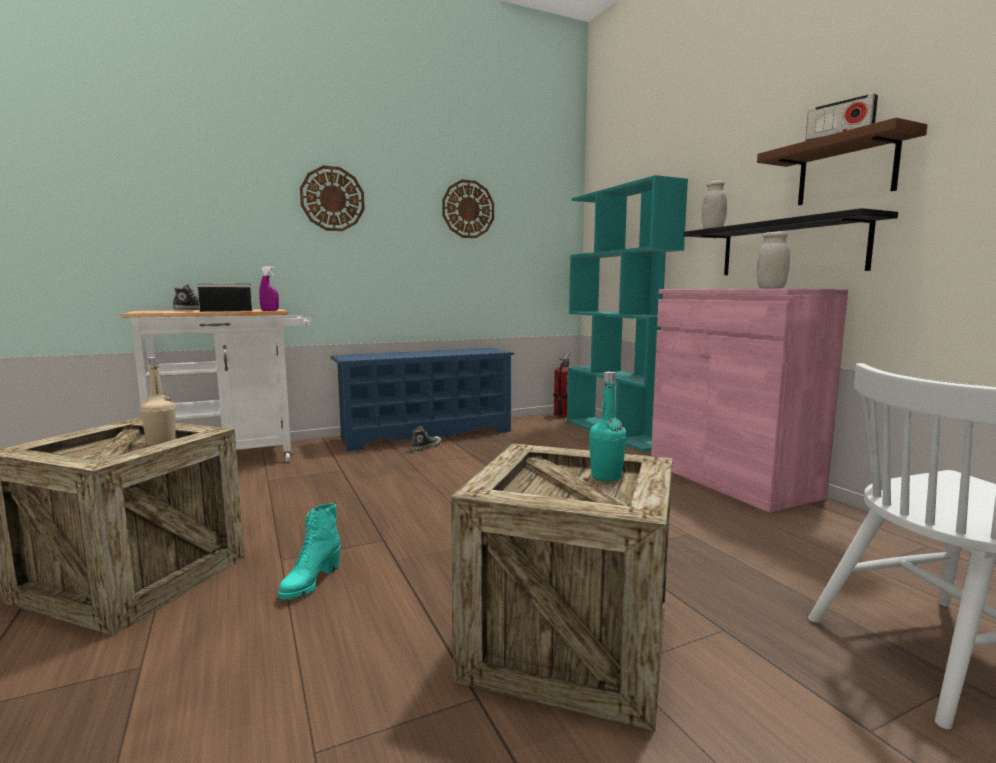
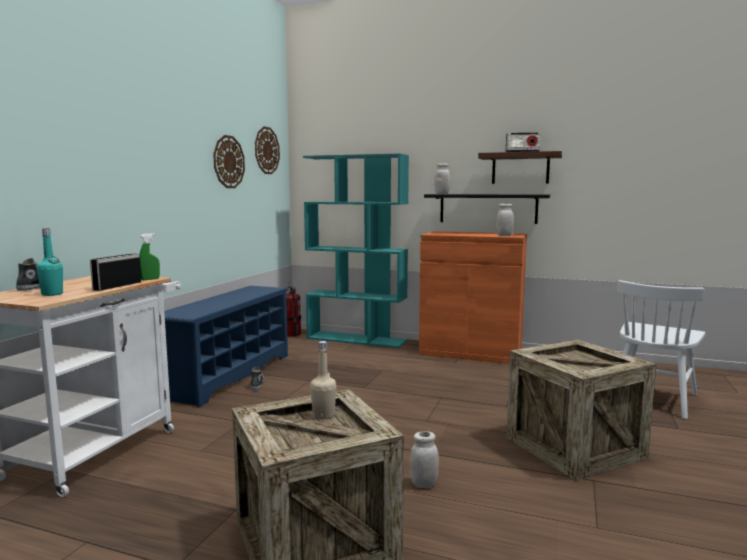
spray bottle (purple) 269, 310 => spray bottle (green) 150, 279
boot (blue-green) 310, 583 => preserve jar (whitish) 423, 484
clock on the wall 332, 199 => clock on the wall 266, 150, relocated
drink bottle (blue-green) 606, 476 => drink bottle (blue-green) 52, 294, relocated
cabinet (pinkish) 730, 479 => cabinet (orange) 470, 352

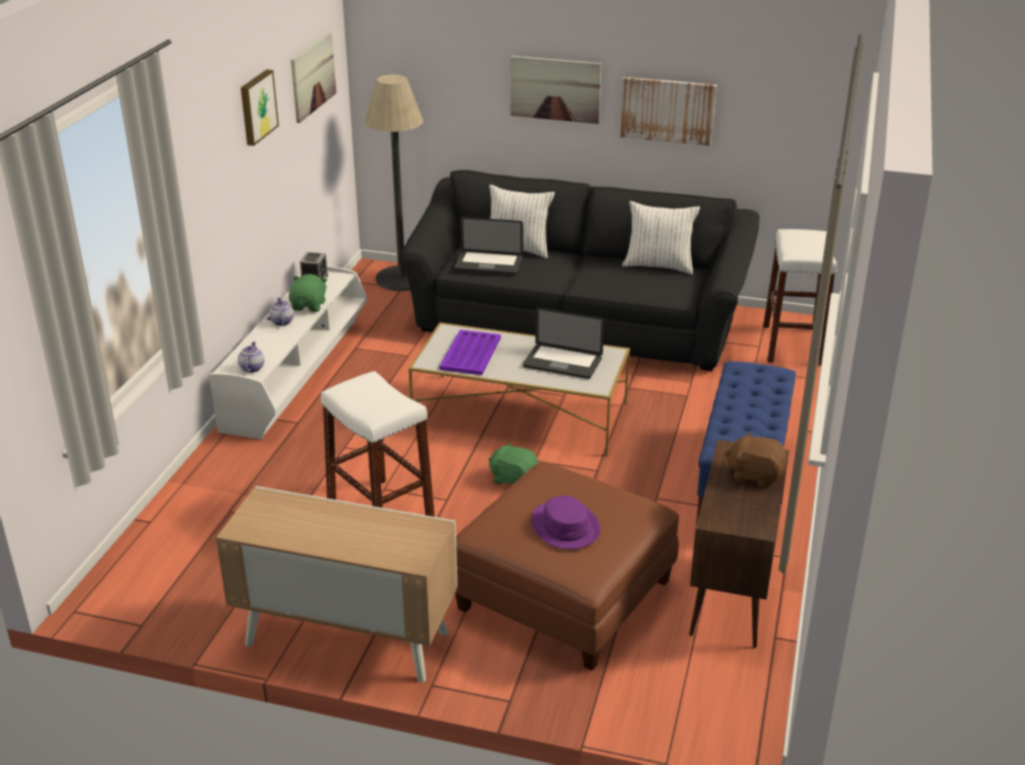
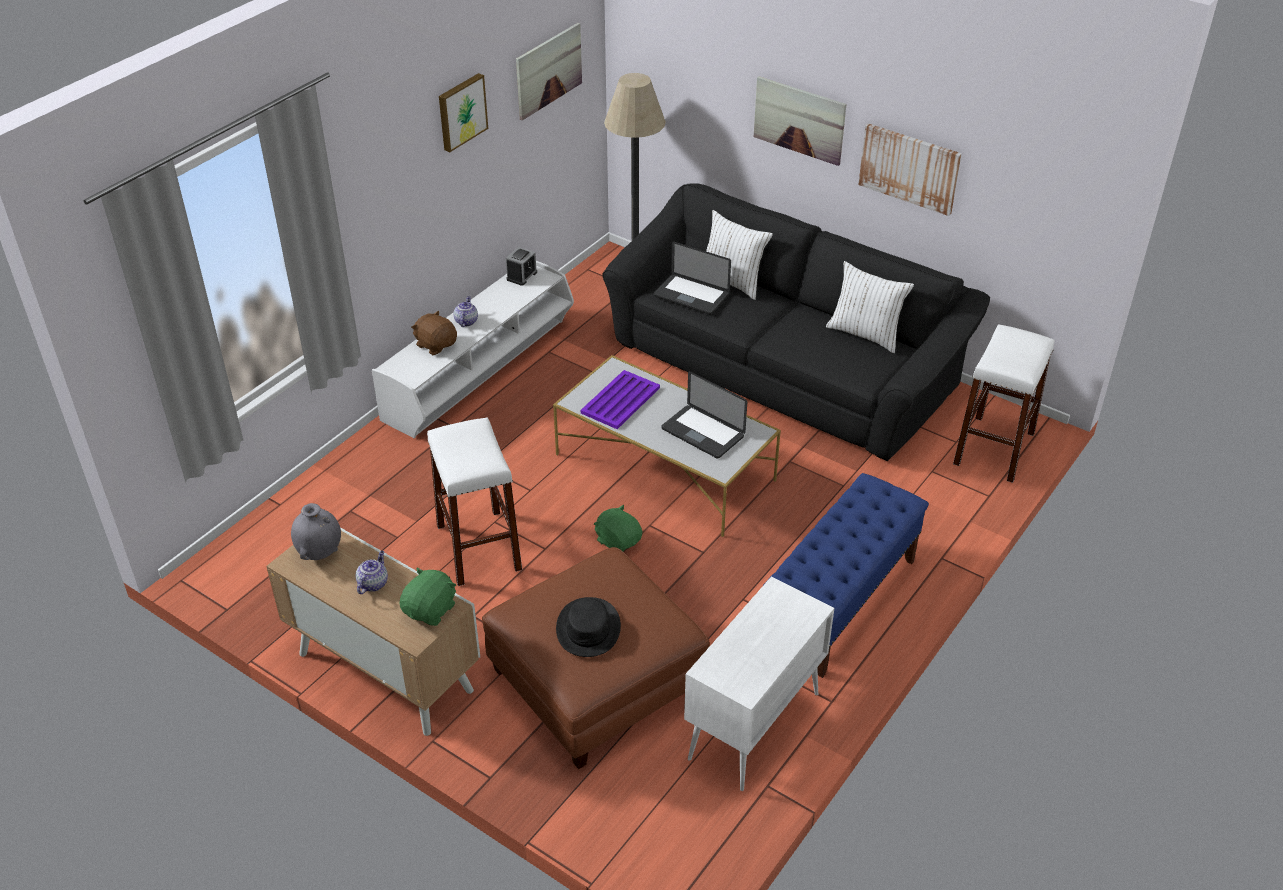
pot for tea 251, 368 => pot for tea 373, 583, relocated
soft toy (green) 309, 306 => soft toy (green) 430, 610, relocated
hat (purple) 565, 526 => hat (black) 588, 628
cabinet (brown-coloured) 731, 594 => cabinet (whitish) 753, 727
soft toy (brown-coloured) 755, 475 => soft toy (brown-coloured) 436, 345, relocated
nothing => vase (greyish) 320, 552

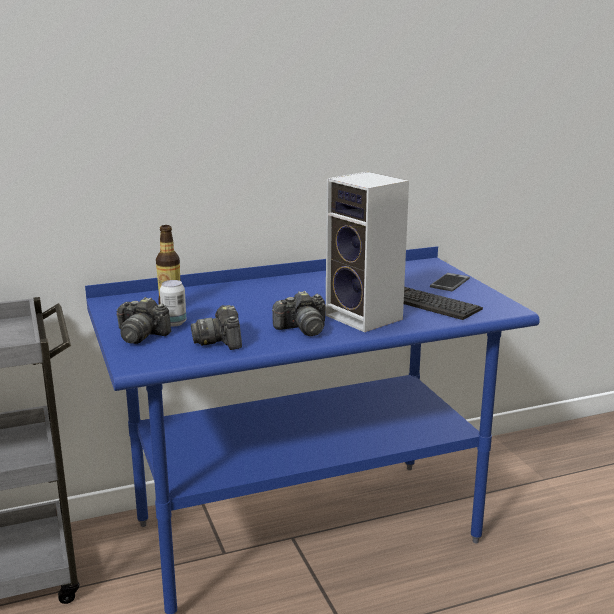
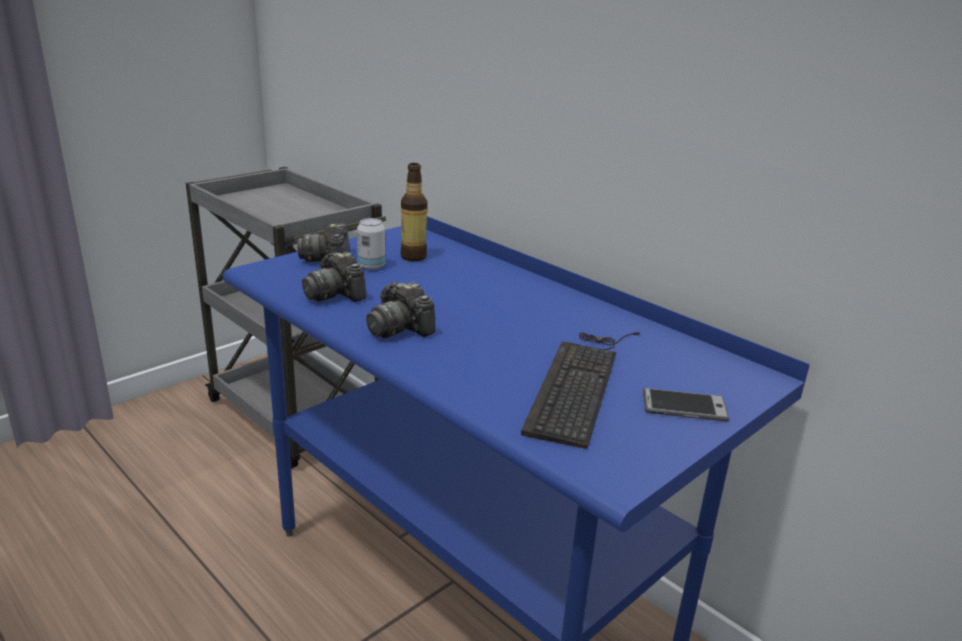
still camera 220, 341 => still camera 335, 294, 90 degrees counterclockwise
loudspeaker 367, 318 => nothing

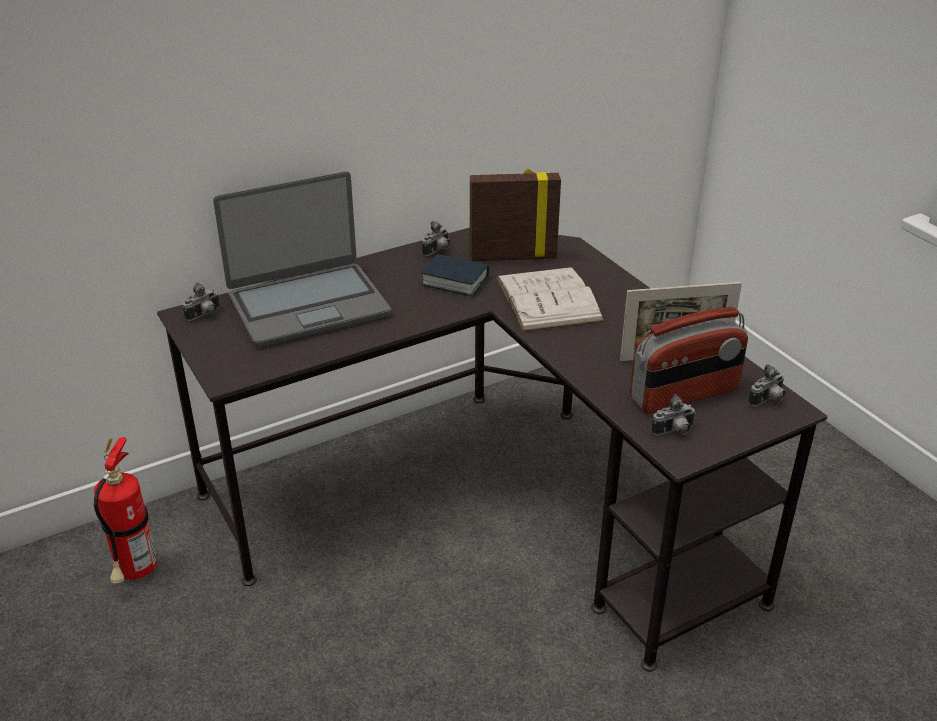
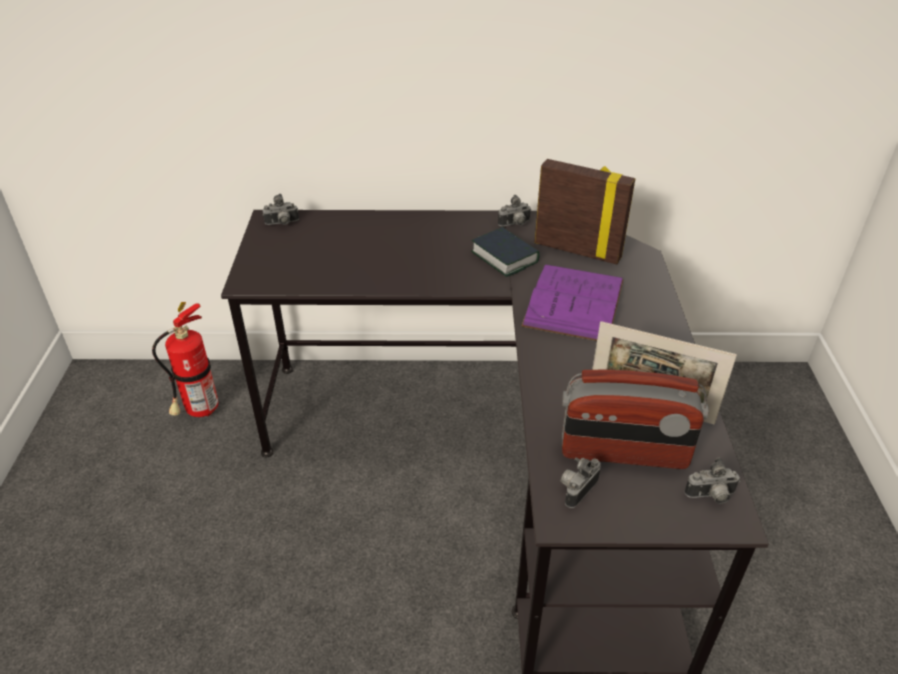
notebook computer 308, 305 => nothing
bound book (whitish) 548, 299 => bound book (purple) 574, 302
still camera 674, 432 => still camera 576, 489, 120 degrees clockwise

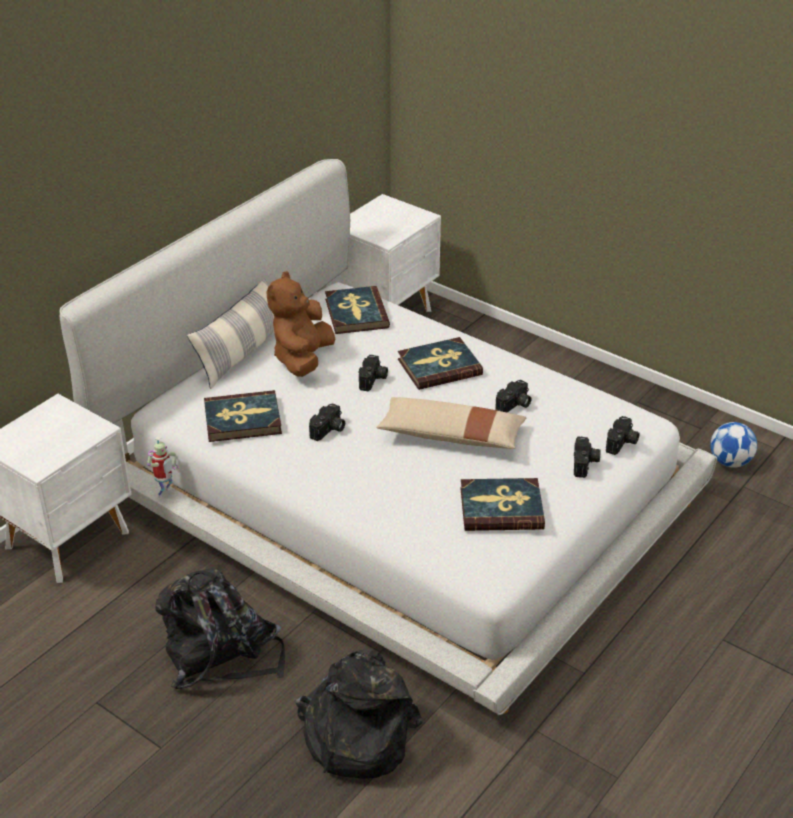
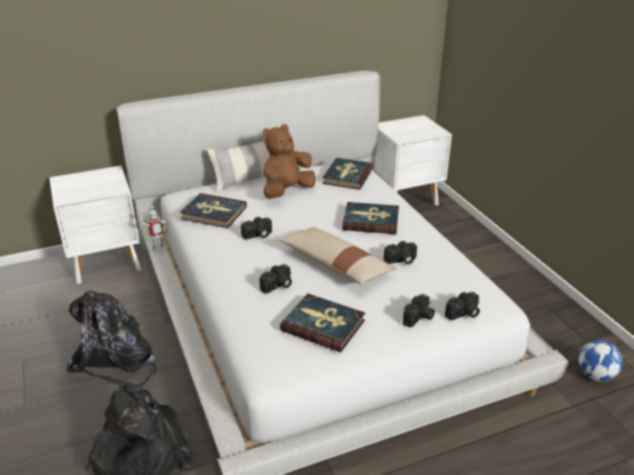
still camera 373, 380 => still camera 278, 286, relocated

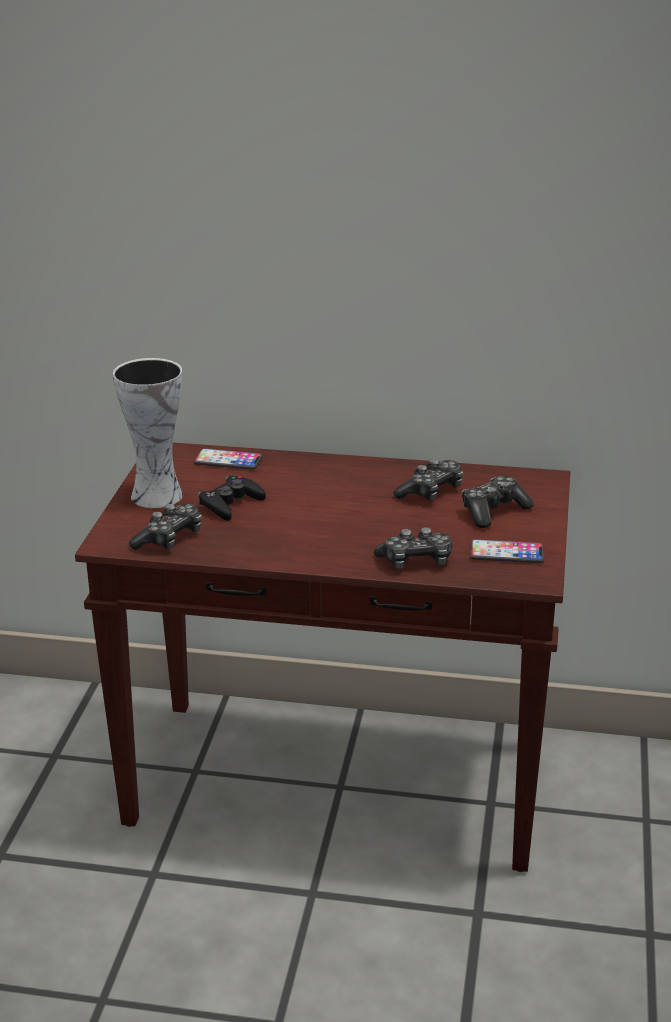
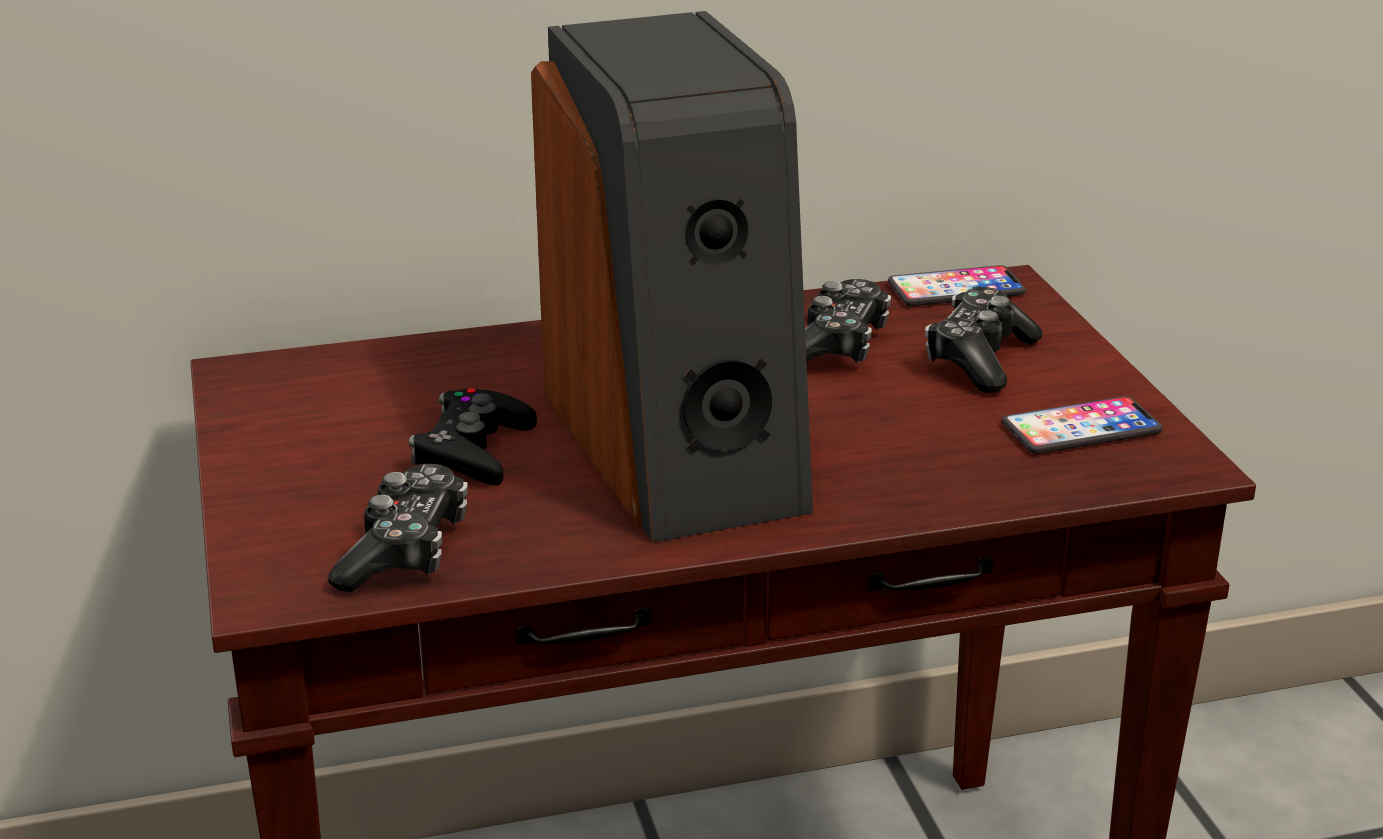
vase 155, 495 => nothing
handset 228, 460 => handset 956, 289, relocated
game controller 416, 561 => nothing
nothing => loudspeaker 679, 447

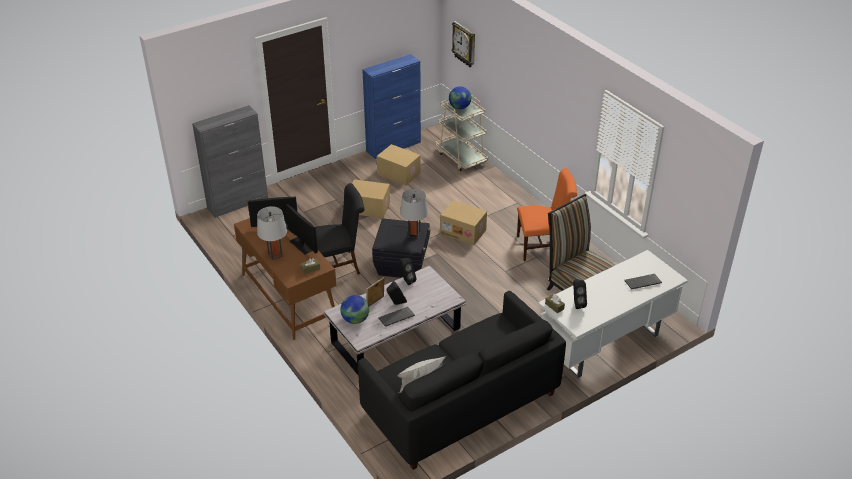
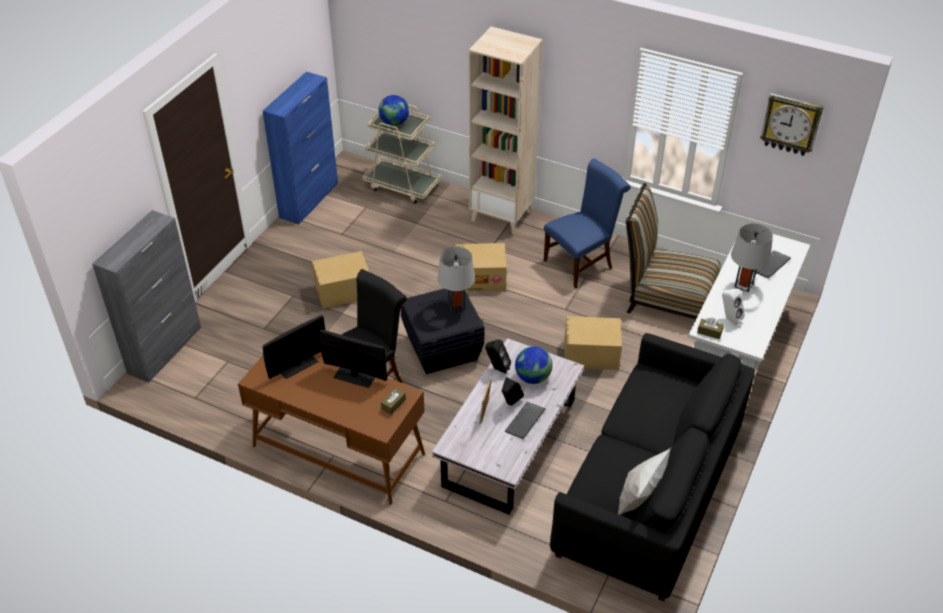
tabletop lamp (greyish) 275, 255 => tabletop lamp (greyish) 744, 285, relocated
globe 355, 319 => globe 533, 377, relocated
packing box 398, 174 => packing box 590, 355, relocated
clock on the wall 464, 44 => clock on the wall 791, 124, relocated
upright chair (orange) 542, 246 => upright chair (blue) 581, 263
loudspeaker (black) 577, 303 => loudspeaker (whitish) 729, 318
nothing => bookshelf (beige-coloured) 502, 216

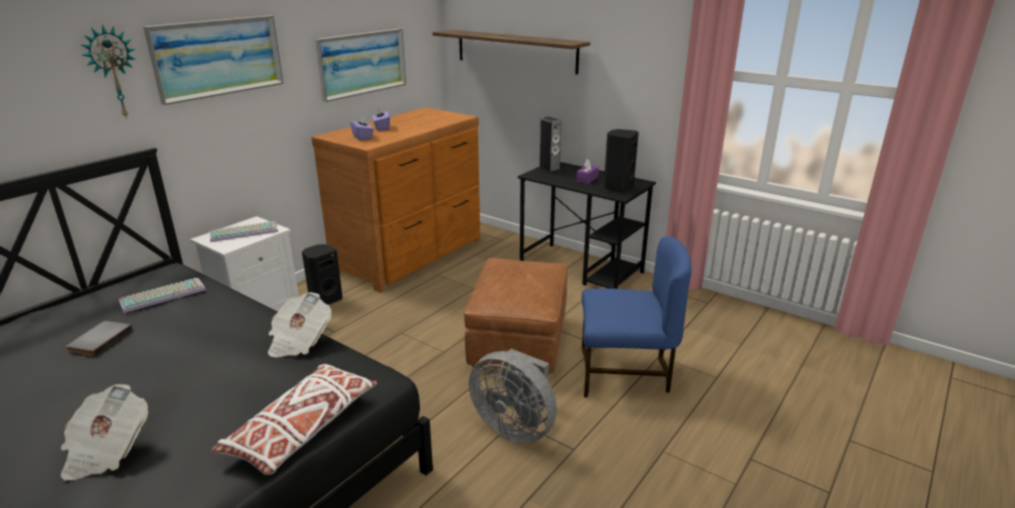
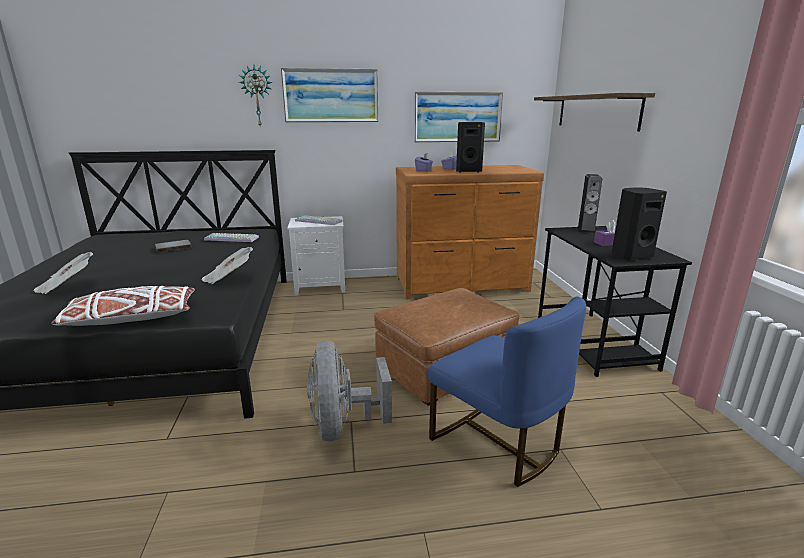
loudspeaker (black) 325, 300 => loudspeaker (black) 468, 171, relocated

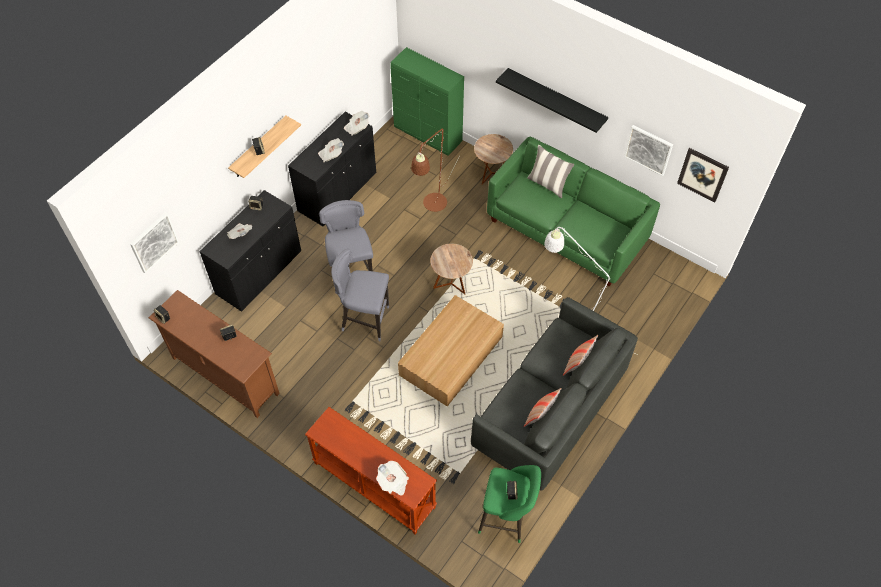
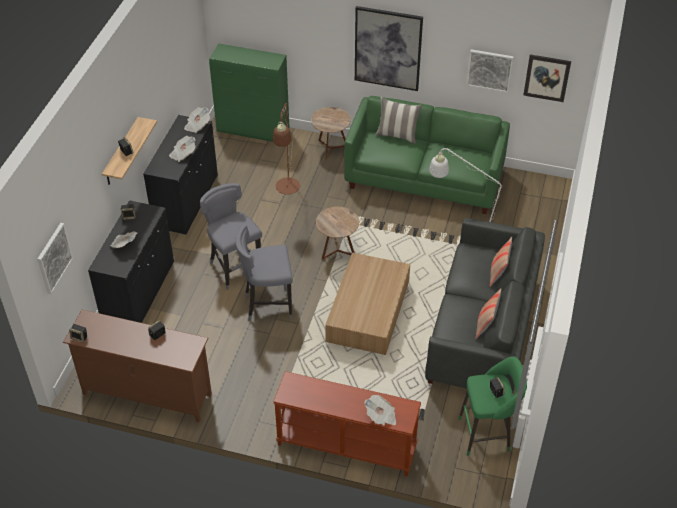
shelf (black) 556, 99 => wall picture 388, 48

